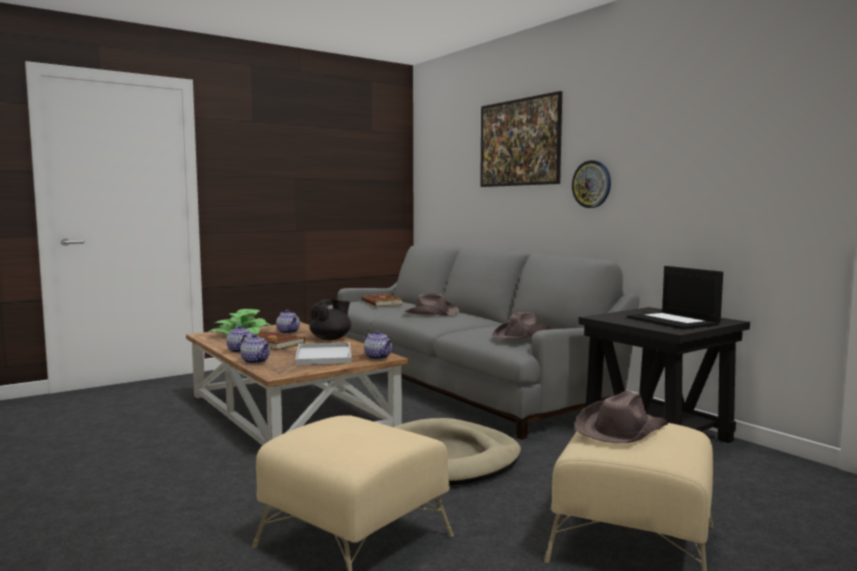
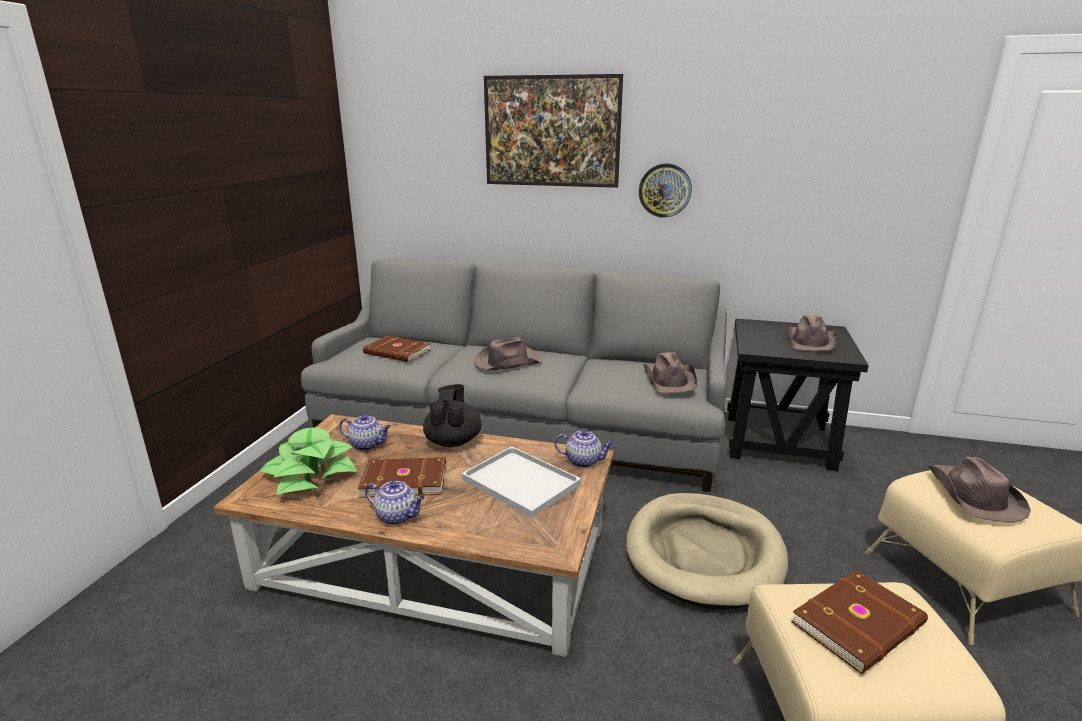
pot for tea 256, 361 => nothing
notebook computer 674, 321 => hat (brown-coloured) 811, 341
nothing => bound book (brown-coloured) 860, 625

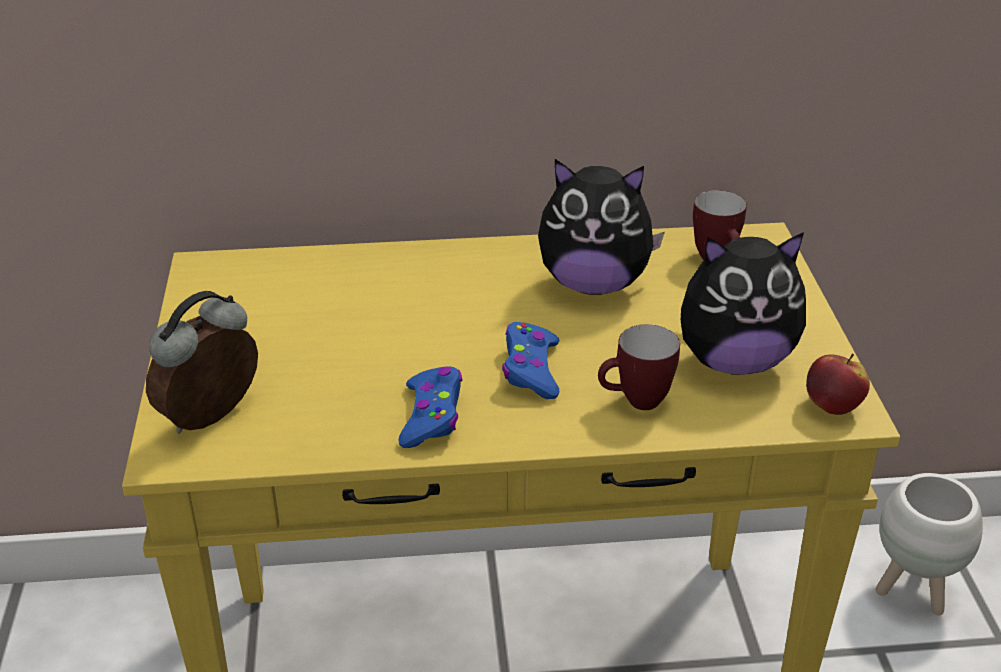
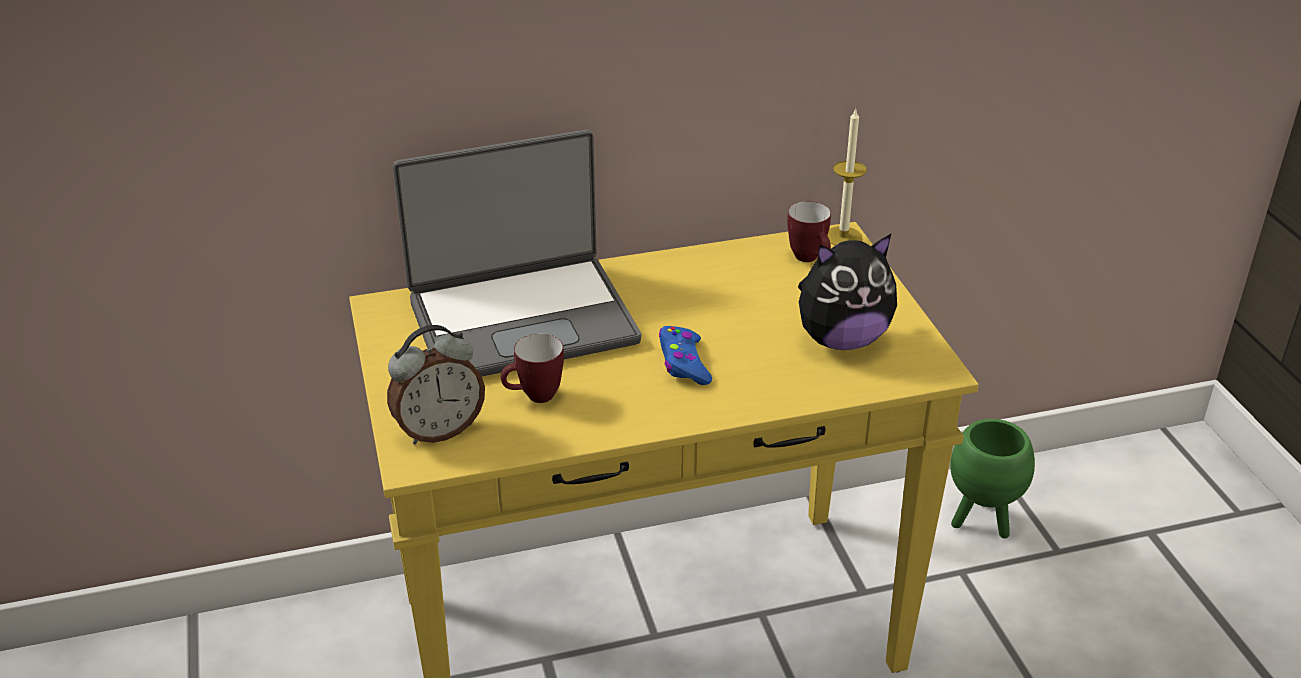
bedside clock 213, 419 => bedside clock 439, 430, 150 degrees counterclockwise
game controller (blue) 432, 416 => nothing
soft toy 594, 284 => nothing
coffee mug 635, 402 => coffee mug 534, 397, relocated
apple 832, 406 => nothing
plant pot (whitish) 912, 592 => plant pot (green) 981, 522
nothing => notebook computer 522, 319
nothing => wax candle 843, 237

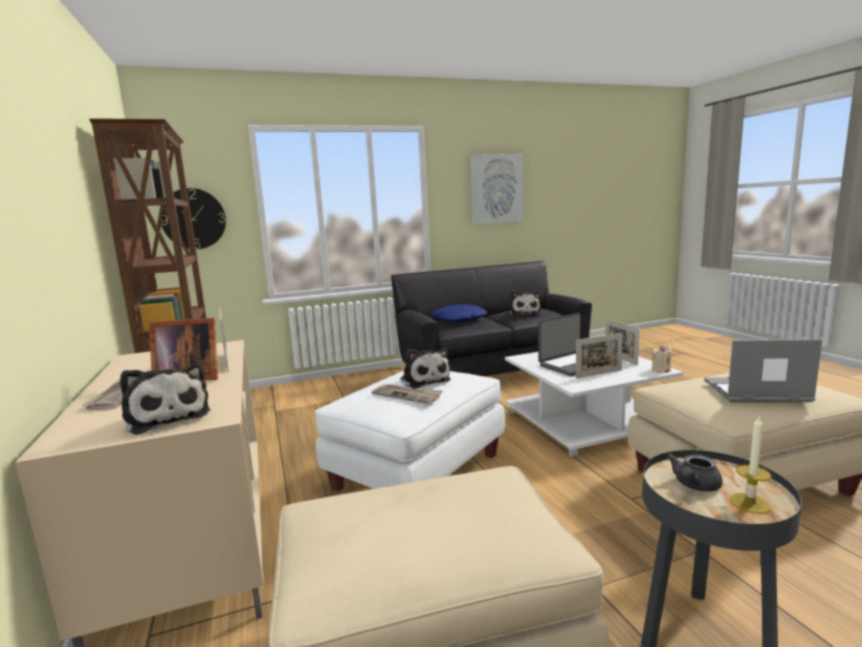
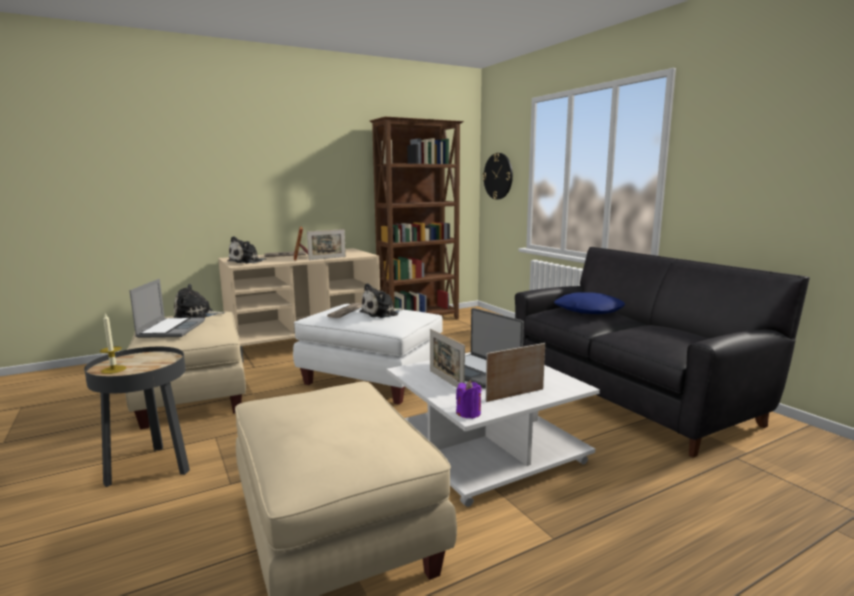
wall picture 497, 189 => nothing
soft toy 524, 313 => soft toy 196, 315, relocated
wax candle (beige-coloured) 661, 370 => wax candle (purple) 469, 413
pot for tea (greyish) 694, 486 => nothing
notebook computer 755, 392 => notebook computer 171, 329, relocated

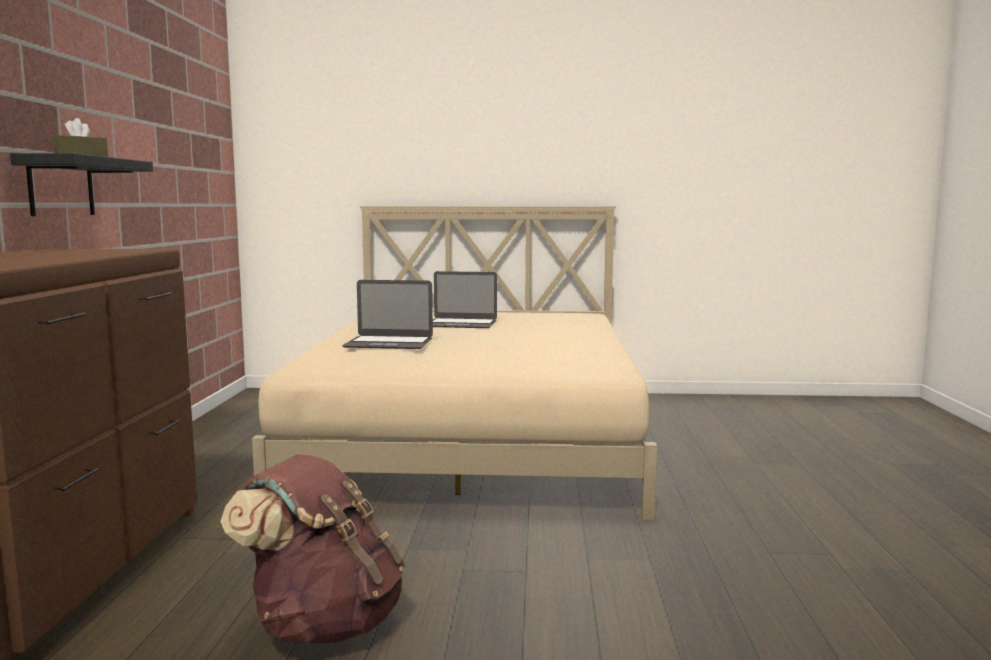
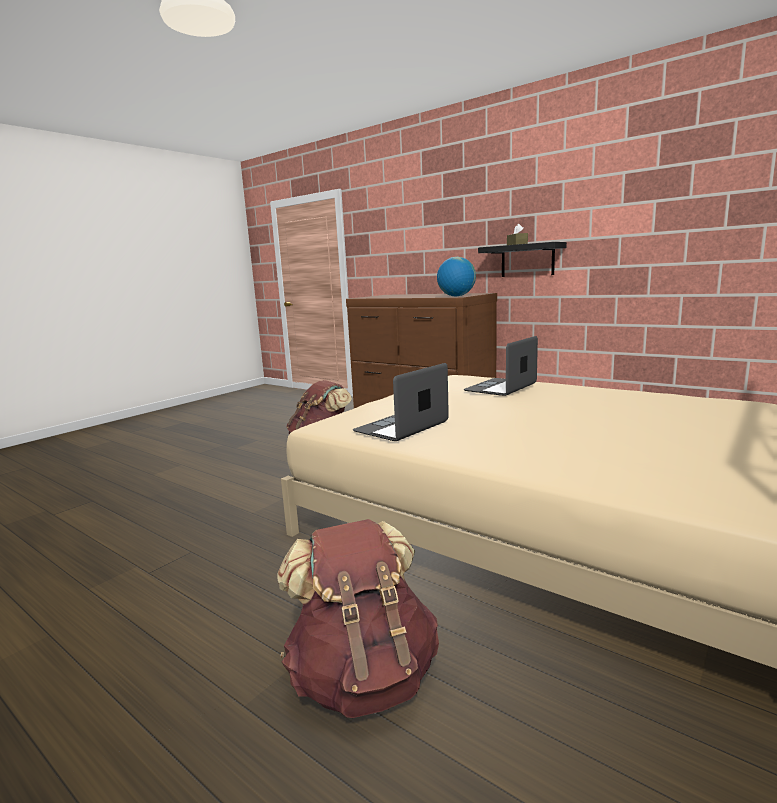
notebook computer 461, 324 => notebook computer 401, 427, relocated
nothing => knapsack (brown-coloured) 363, 676
nothing => globe 456, 296

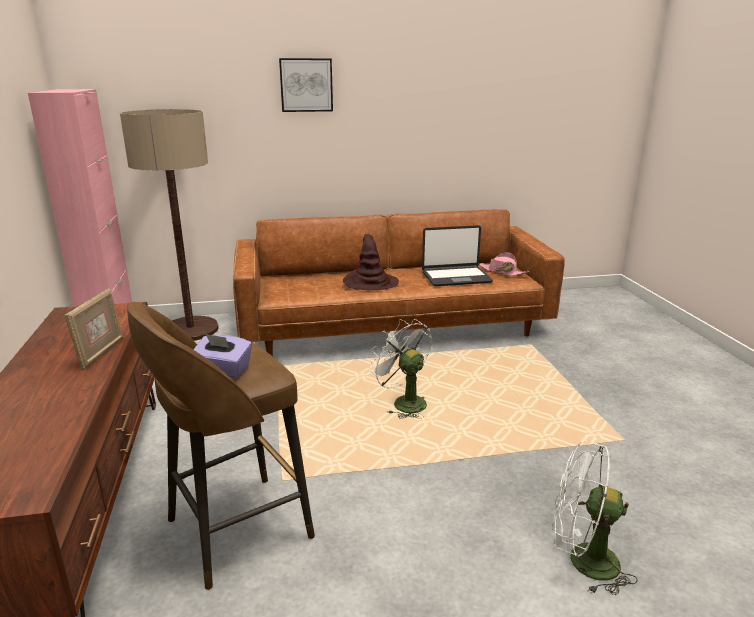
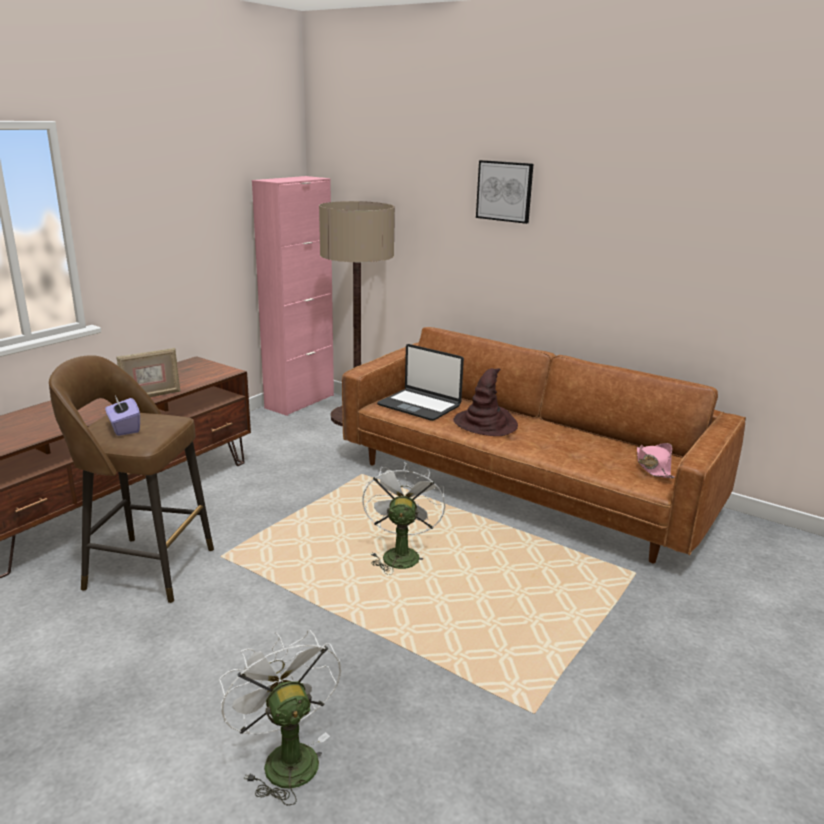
notebook computer 456, 277 => notebook computer 419, 405, relocated

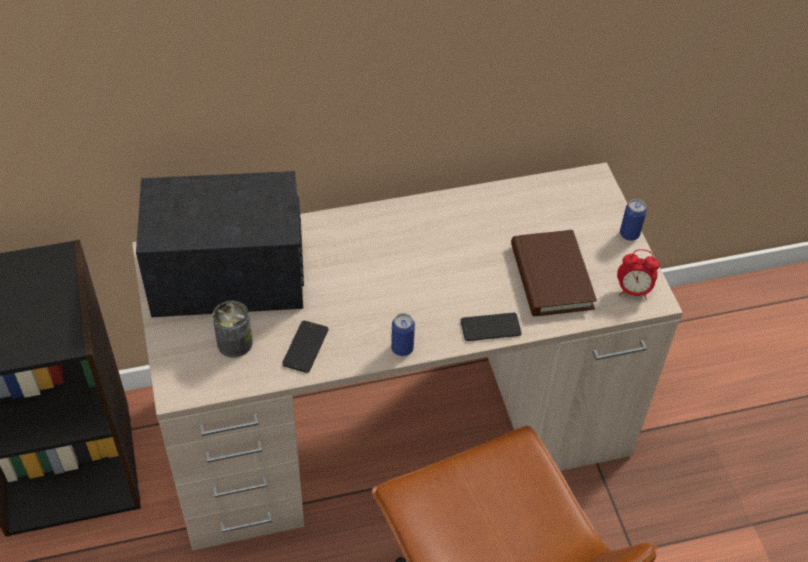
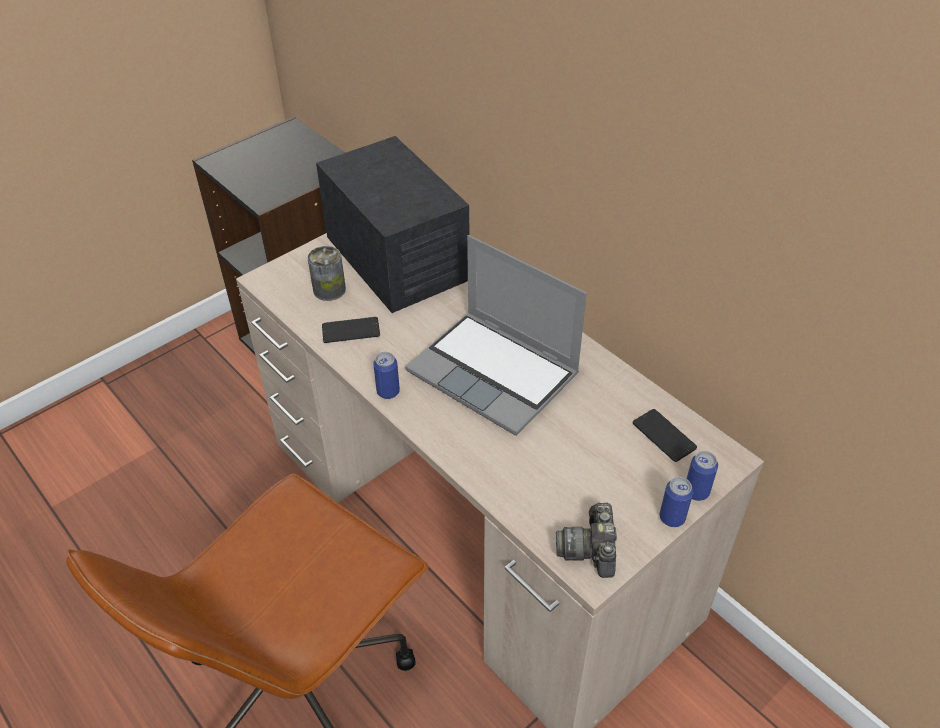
handset 490, 327 => handset 664, 436, relocated
bound book (brown-coloured) 551, 277 => nothing
bedside clock 633, 291 => still camera 590, 549
nothing => notebook computer 495, 373
nothing => sealed can 696, 492

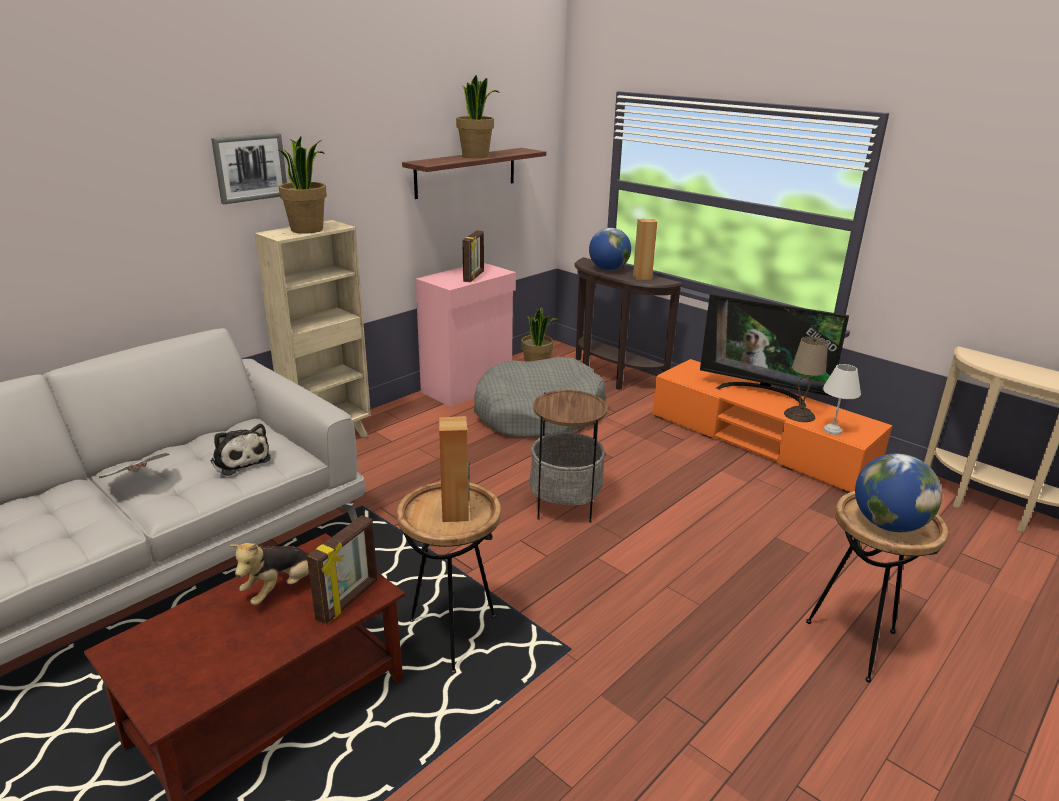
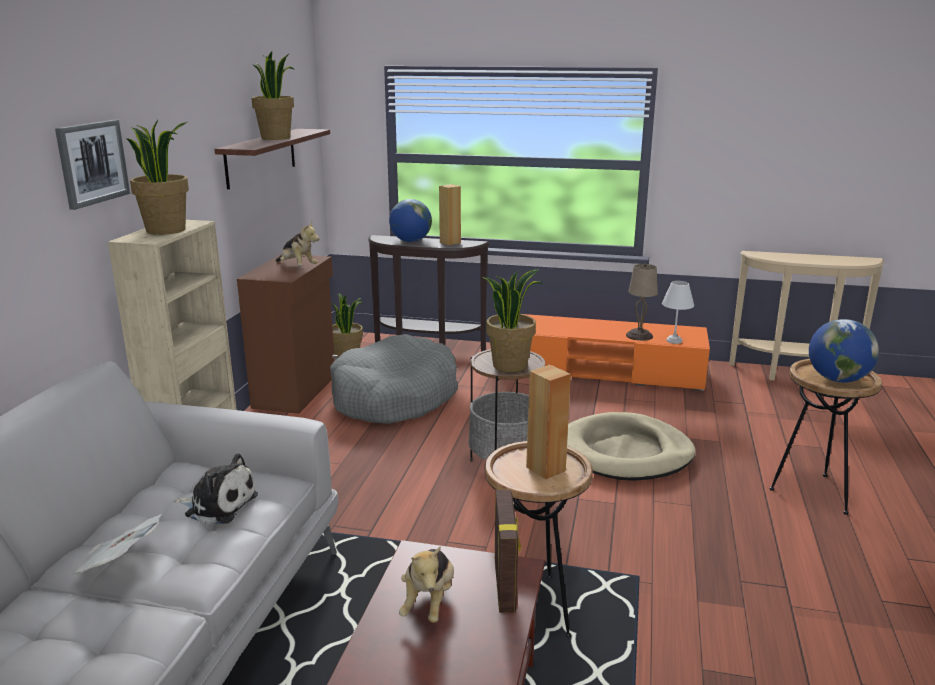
cabinet (pinkish) 468, 387 => cabinet (brown-coloured) 297, 391
photo frame 474, 277 => soft toy 297, 267
TV 763, 391 => nothing
nothing => potted plant 510, 365
nothing => dog bed (beige-coloured) 625, 452

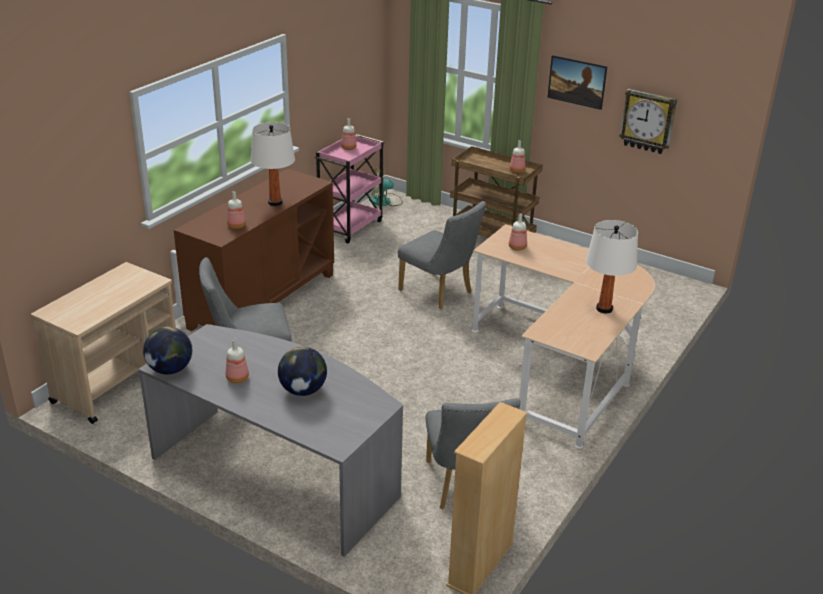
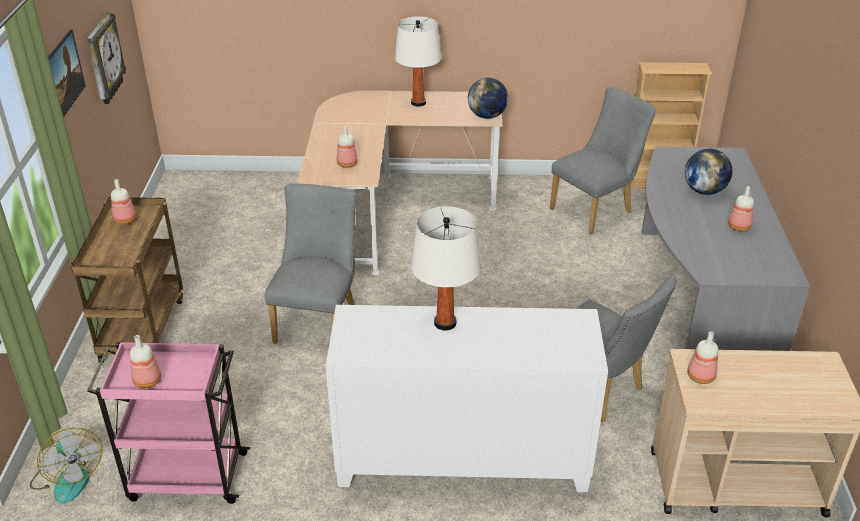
globe 170, 370 => globe 487, 116, relocated
cabinet (brown-coloured) 262, 300 => cabinet (whitish) 462, 458
drink bottle 236, 226 => drink bottle 700, 377, relocated

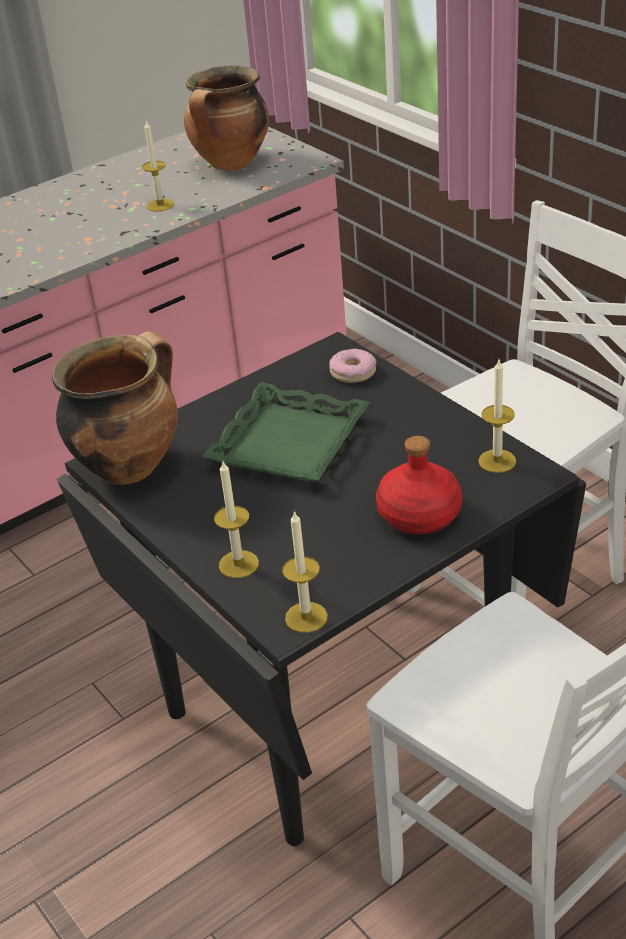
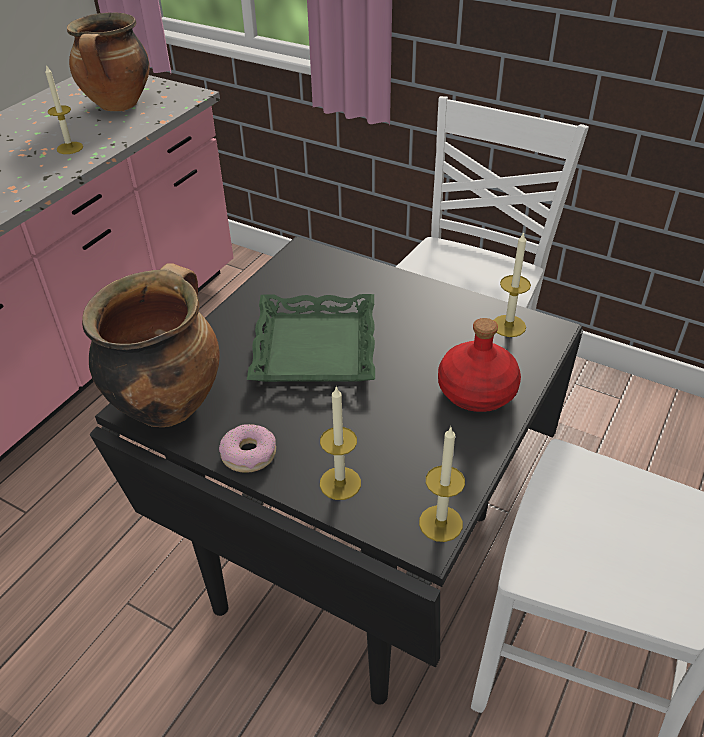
doughnut 353, 372 => doughnut 249, 454, relocated

